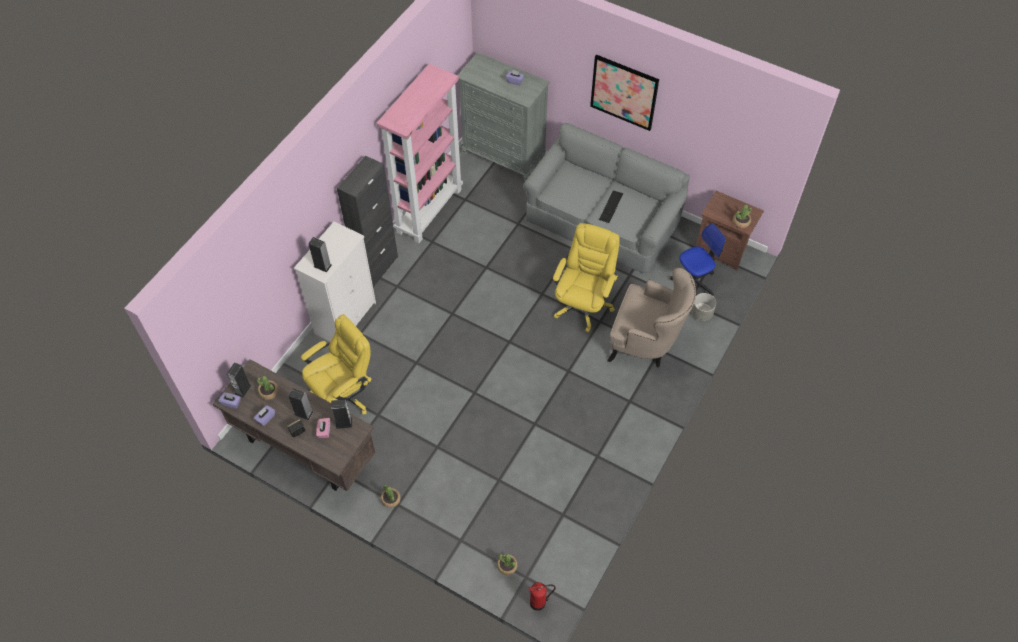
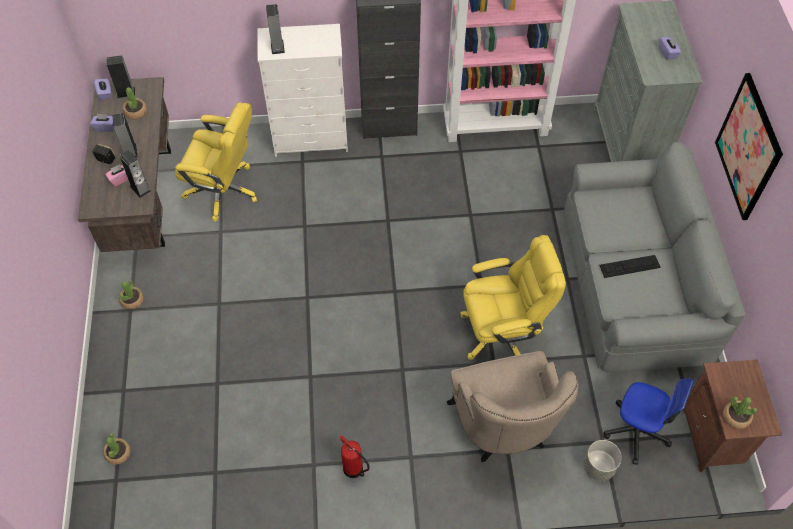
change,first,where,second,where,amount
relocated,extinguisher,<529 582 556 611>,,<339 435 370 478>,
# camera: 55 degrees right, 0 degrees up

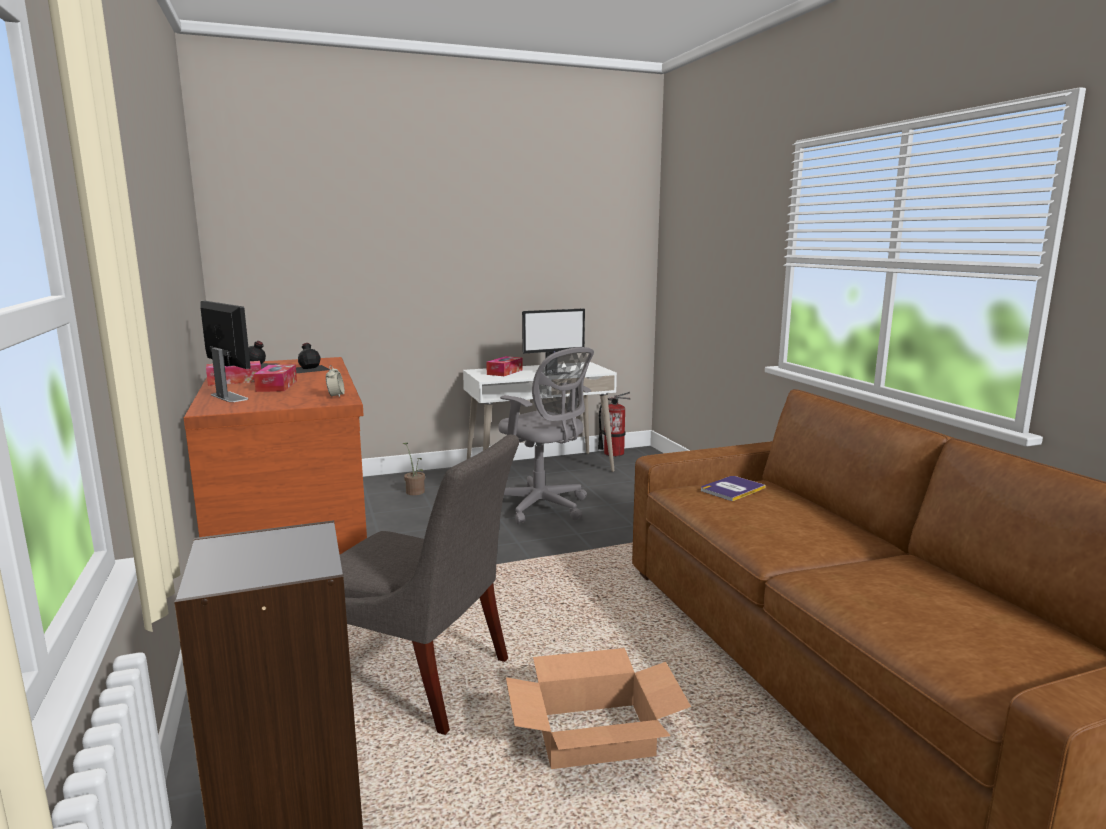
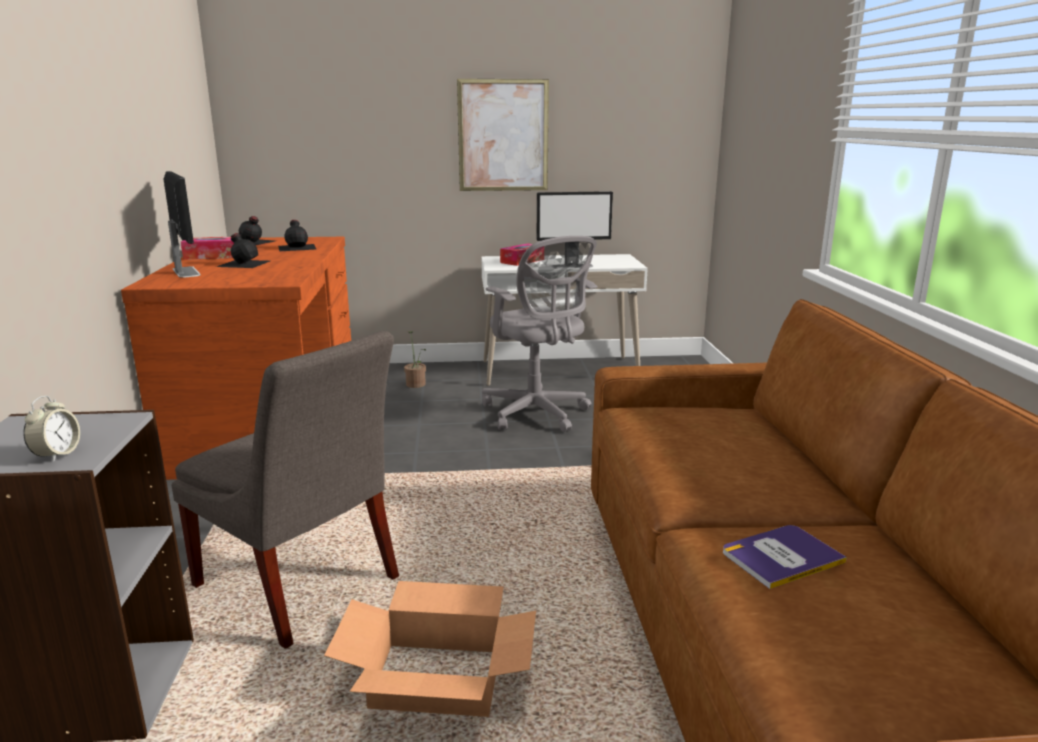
change,first,where,second,where,amount
missing,extinguisher,<598 392 630 457>,,,
appeared,,,wall picture,<457 79 549 191>,
relocated,alarm clock,<326 365 345 398>,,<23 396 80 462>,
relocated,book,<701 476 766 501>,,<723 525 847 589>,
exchanged,box of tissues,<254 364 297 392>,blackish beverage bottle,<217 233 270 268>,
# camera: 15 degrees right, 5 degrees up

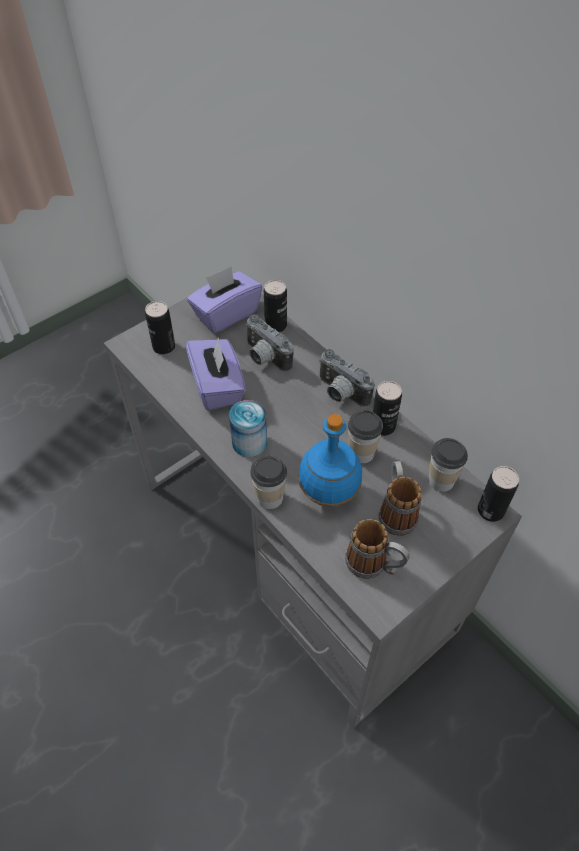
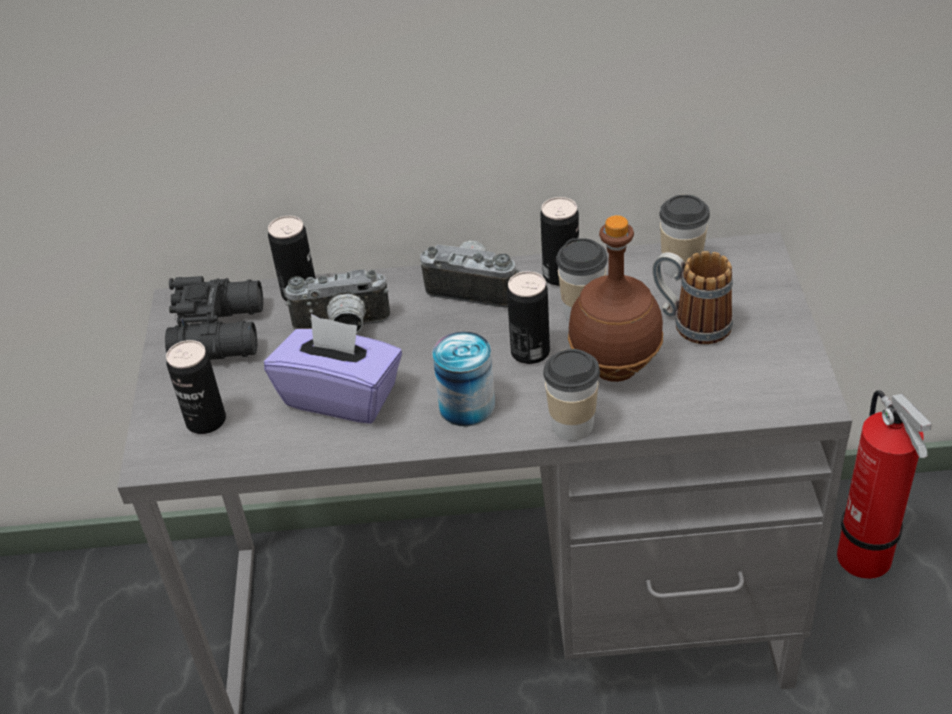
change,first,where,second,where,amount
missing,mug,<345 519 410 579>,,,
appeared,,,extinguisher,<837 390 931 579>,
relocated,can,<478 466 519 522>,,<507 271 550 364>,
exchanged,purple-coloured box of tissues,<187 266 262 333>,blackish field glasses,<165 276 263 360>,
colour,blue beverage bottle,<298 414 362 506>,brownish beverage bottle,<568 215 663 382>,
spun,photo camera,<319 349 375 407>,,<420 240 519 308>,150 degrees counterclockwise
# camera: 50 degrees left, 10 degrees down

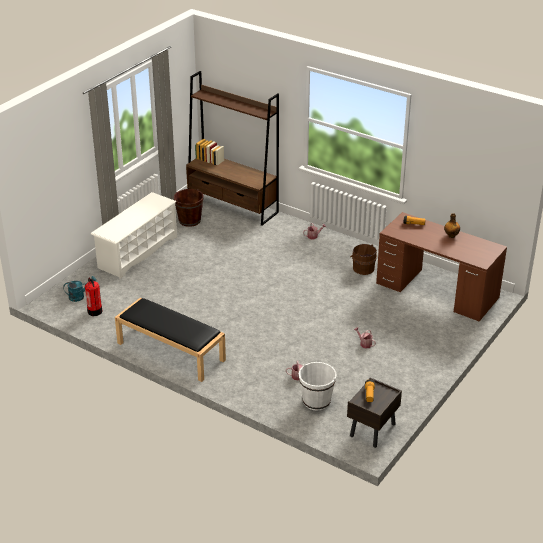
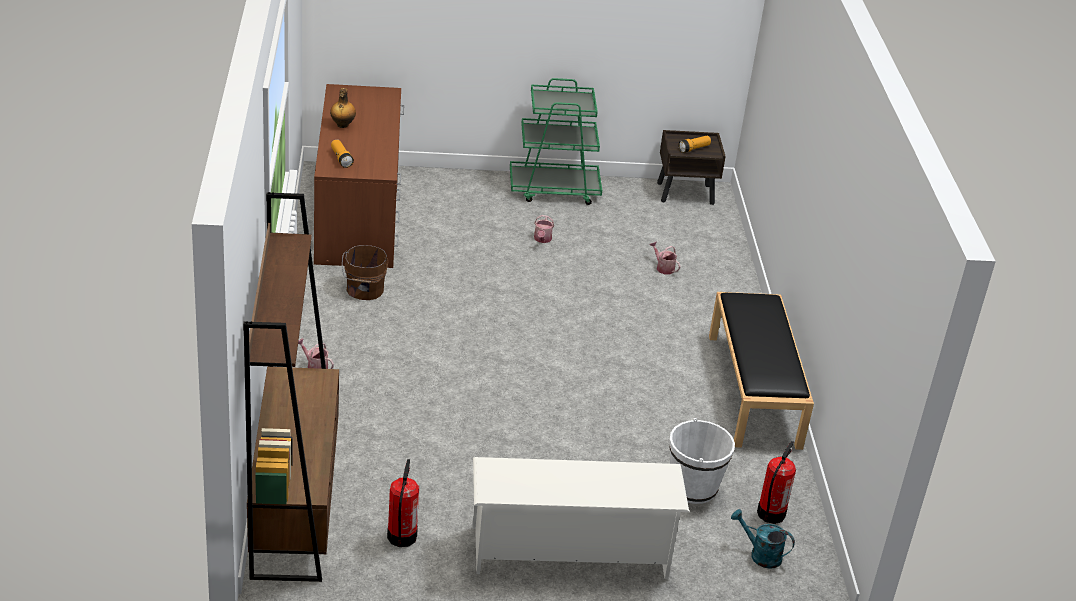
change,first,where,second,where,amount
appeared,,,green trolley,<510 78 602 205>,
relocated,whitish water bucket,<299 362 337 411>,,<670 418 735 504>,
exchanged,brownish water bucket,<174 189 204 227>,extinguisher,<387 459 419 547>,
# camera: 130 degrees left, 0 degrees up

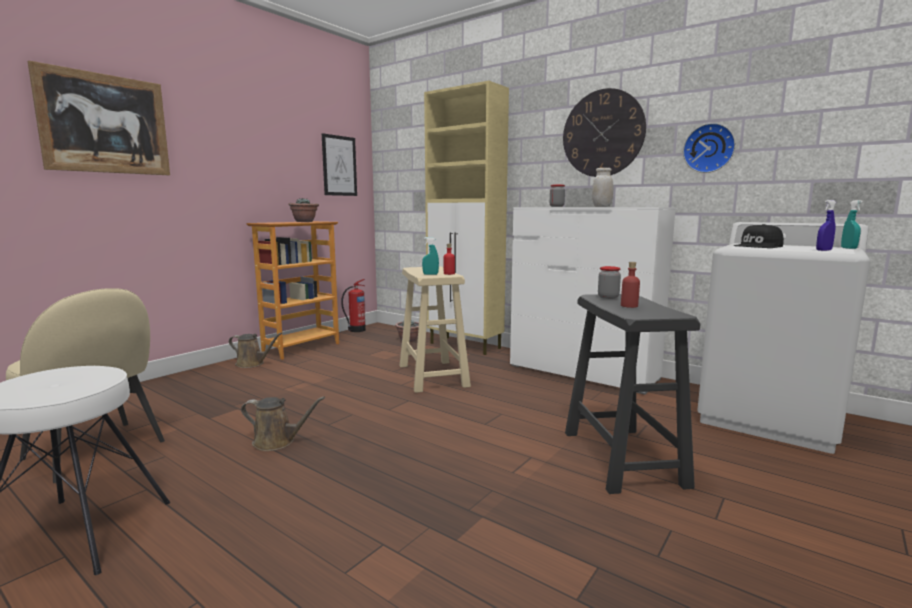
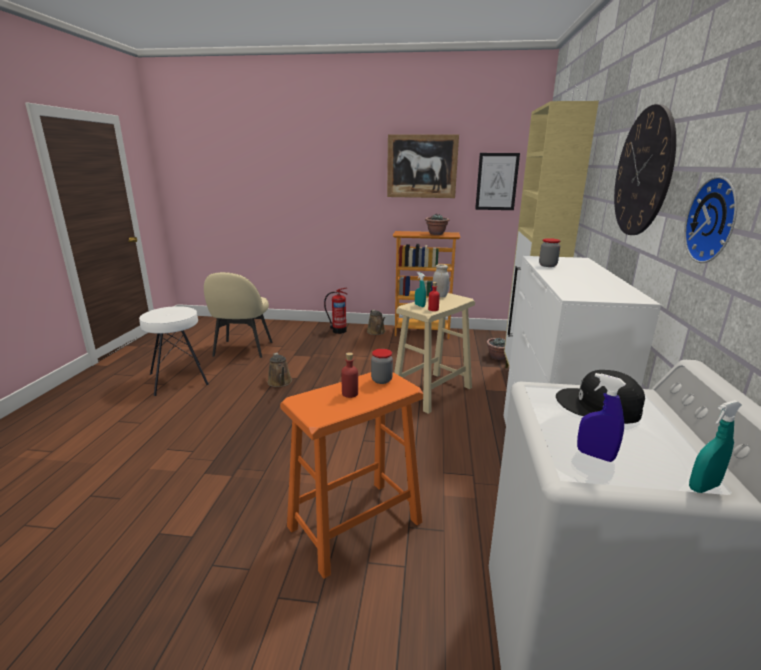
change,first,where,second,where,amount
relocated,wall picture,<27 61 170 175>,,<387 134 459 198>,
relocated,extinguisher,<341 279 366 332>,,<324 287 347 334>,
relocated,whitish storage jar,<592 168 613 207>,,<432 264 449 297>,
colour,blackish stool seat,<565 294 700 494>,orange stool seat,<280 372 423 579>,
# camera: 60 degrees right, 10 degrees up

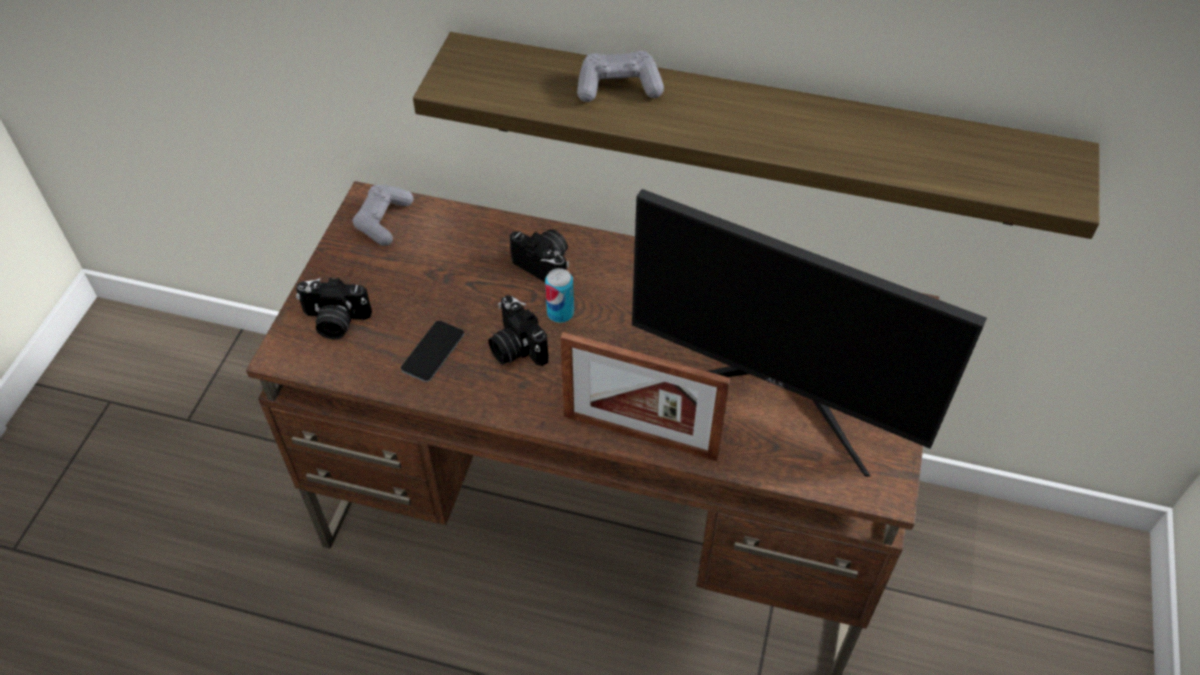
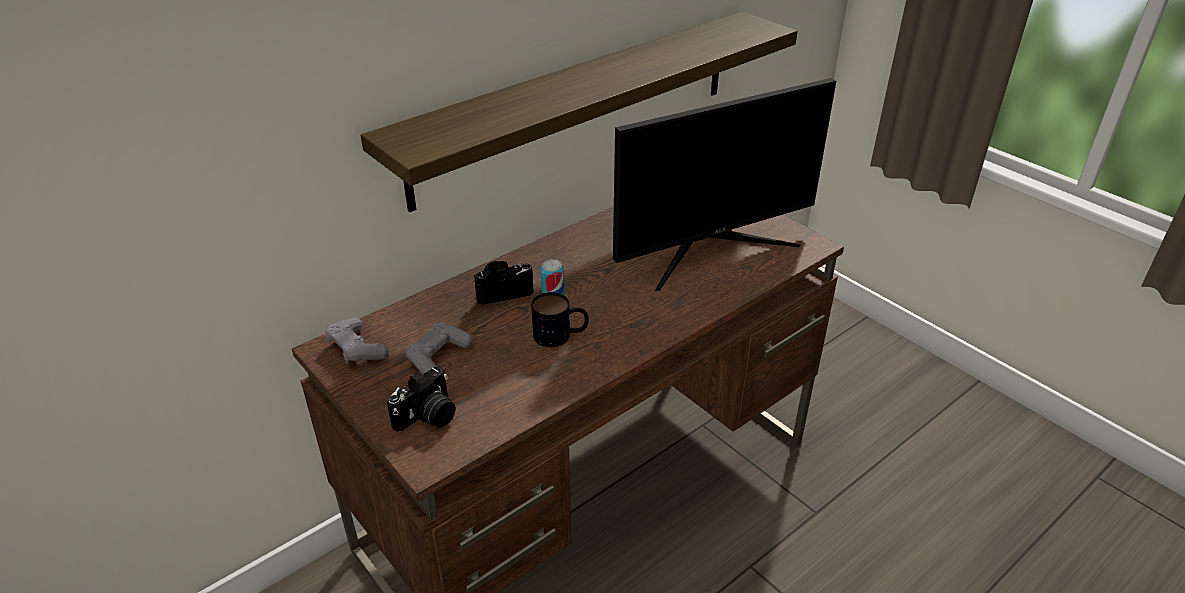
change,first,where,second,where,amount
missing,handset,<401 321 464 382>,,,
missing,picture frame,<560 332 731 461>,,,
relocated,greyish gamepad,<577 51 664 102>,,<406 322 473 375>,
exchanged,photo camera,<488 295 548 366>,mug,<531 292 589 347>,
# camera: 55 degrees left, 15 degrees down

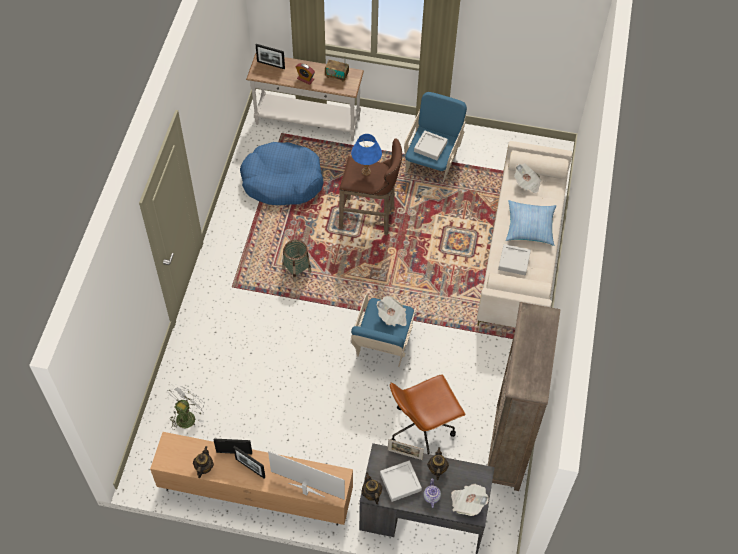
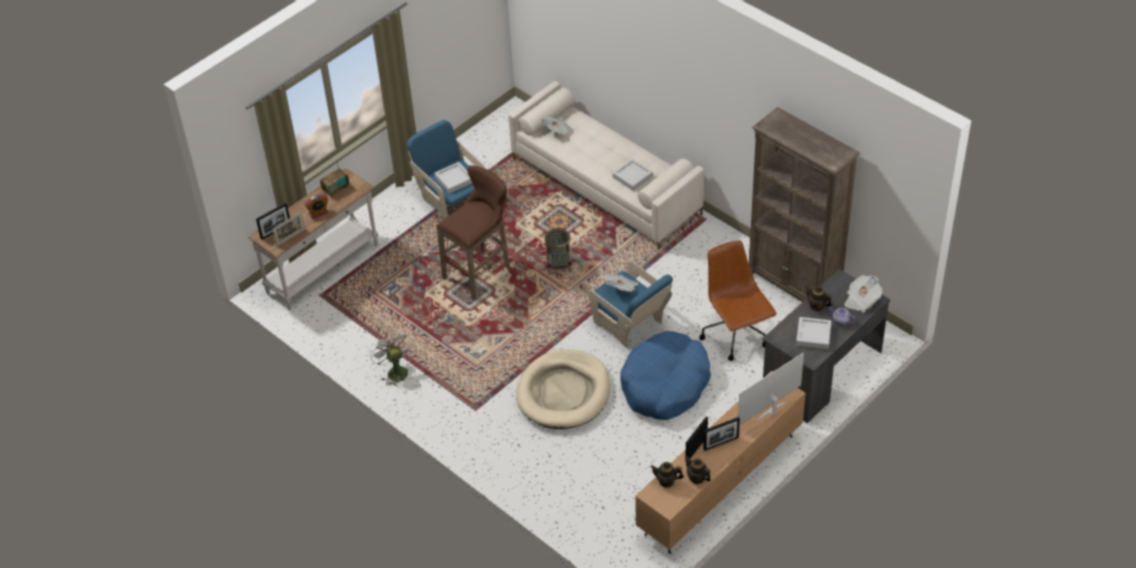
change,first,where,second,where,amount
missing,blue tabletop lamp,<351 134 382 176>,,,
missing,cushion,<506 200 556 246>,,,
appeared,,,sand-coloured dog bed,<516 349 610 429>,
relocated,whitish fan,<167 384 208 430>,,<369 329 413 387>,
relocated,blue dog bed,<240 142 323 205>,,<620 331 711 420>,
relocated,storage basket,<282 240 311 282>,,<545 228 572 275>,
relocated,tea pot,<361 473 382 505>,,<651 462 684 488>,
relocated,picture frame,<388 439 424 460>,,<273 212 305 246>,
spun,brownish computer chair,<390 374 465 454>,,<699 240 777 361>,150 degrees clockwise
# camera: 55 degrees left, 10 degrees down

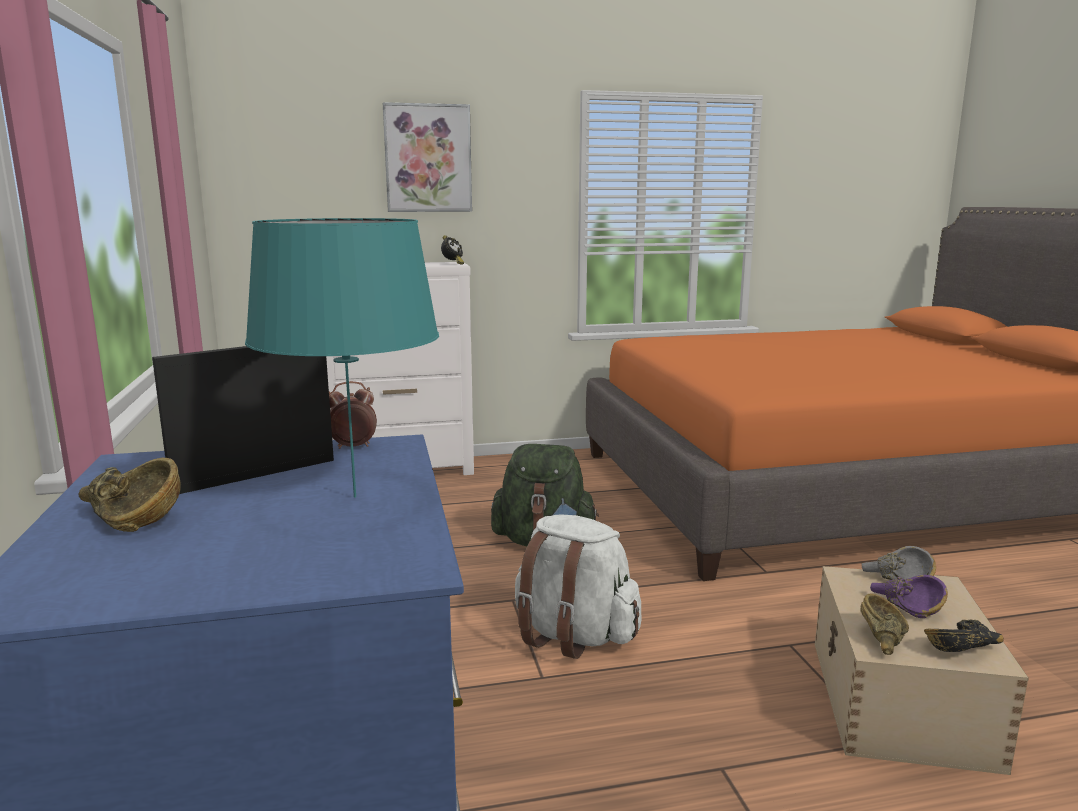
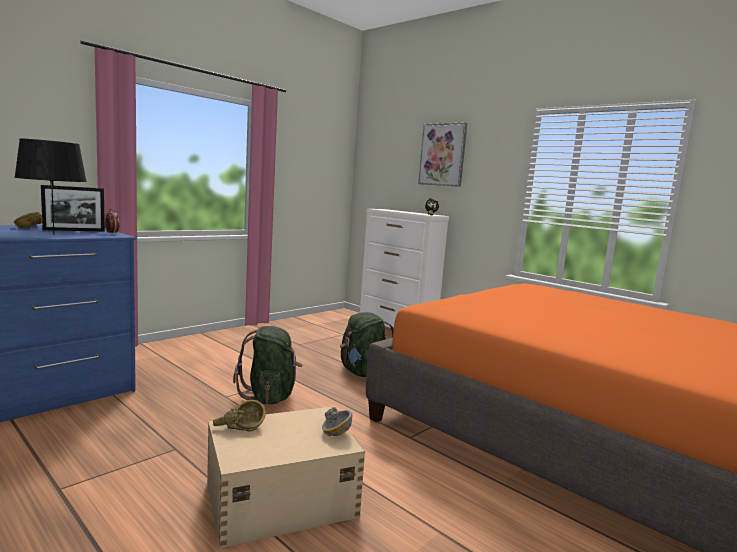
change,first,where,second,where,amount
missing,purple-coloured serving bowl,<870 575 948 618>,,,
missing,blackish serving bowl,<924 619 1004 652>,,,
colour,blue-green tabletop lamp,<245 218 439 498>,blackish tabletop lamp,<14 139 87 235>,
colour,whitish backpack,<515 514 641 659>,green backpack,<233 326 303 405>,
spun,picture frame,<152 346 334 494>,,<41 185 105 232>,135 degrees clockwise
# camera: 55 degrees right, 5 degrees down

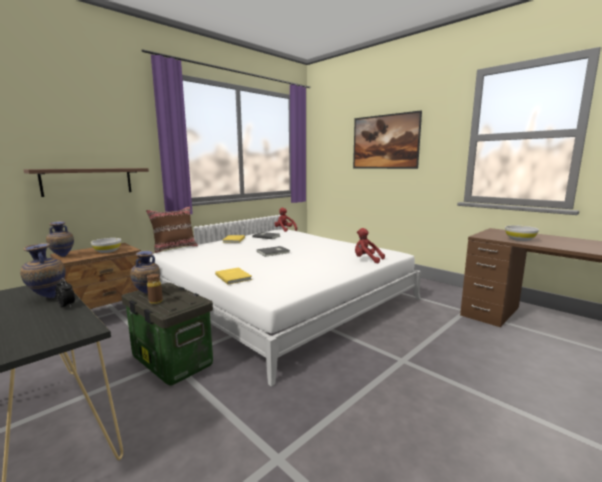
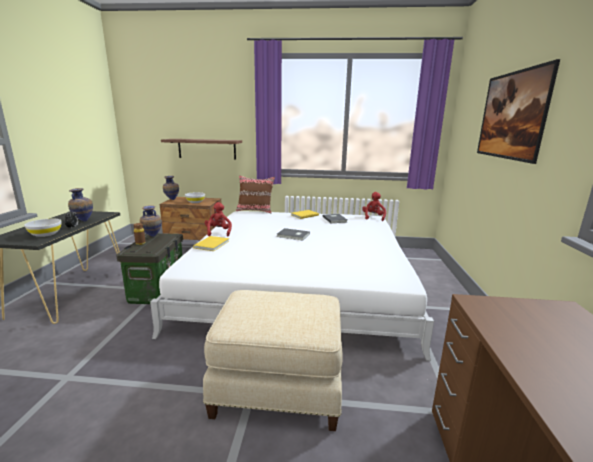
change,first,where,second,where,amount
appeared,,,sand-coloured ottoman,<203 290 343 431>,
relocated,red-coloured soft toy,<355 228 385 263>,,<205 202 232 236>,
relocated,whitish serving bowl,<505 225 539 241>,,<24 219 61 237>,
# camera: 50 degrees right, 5 degrees up

